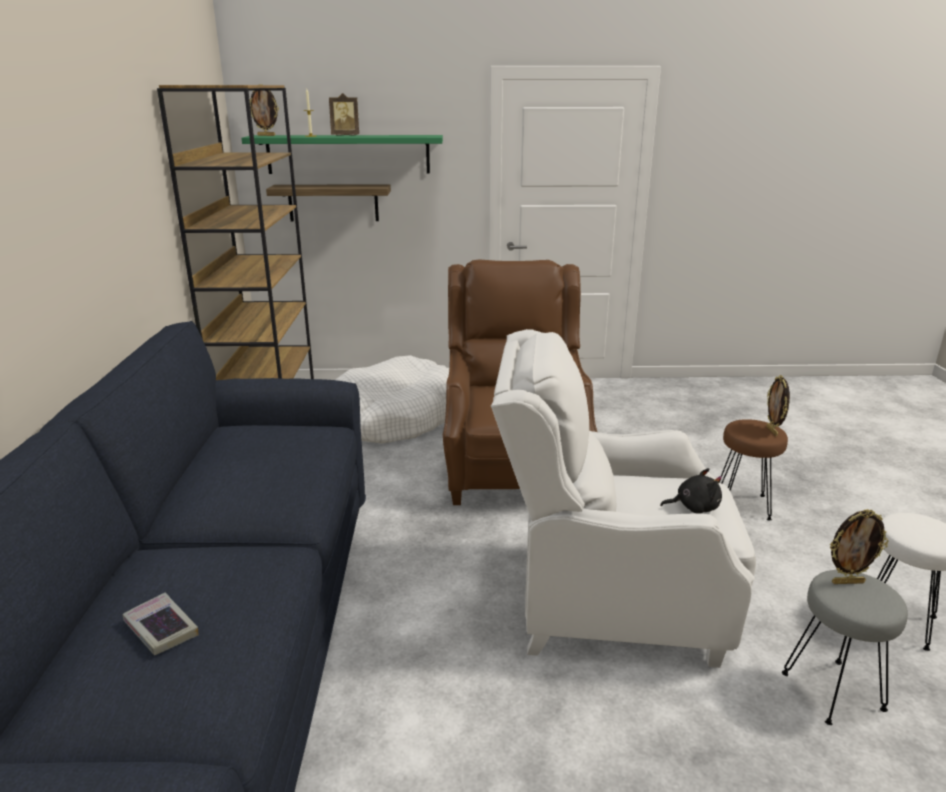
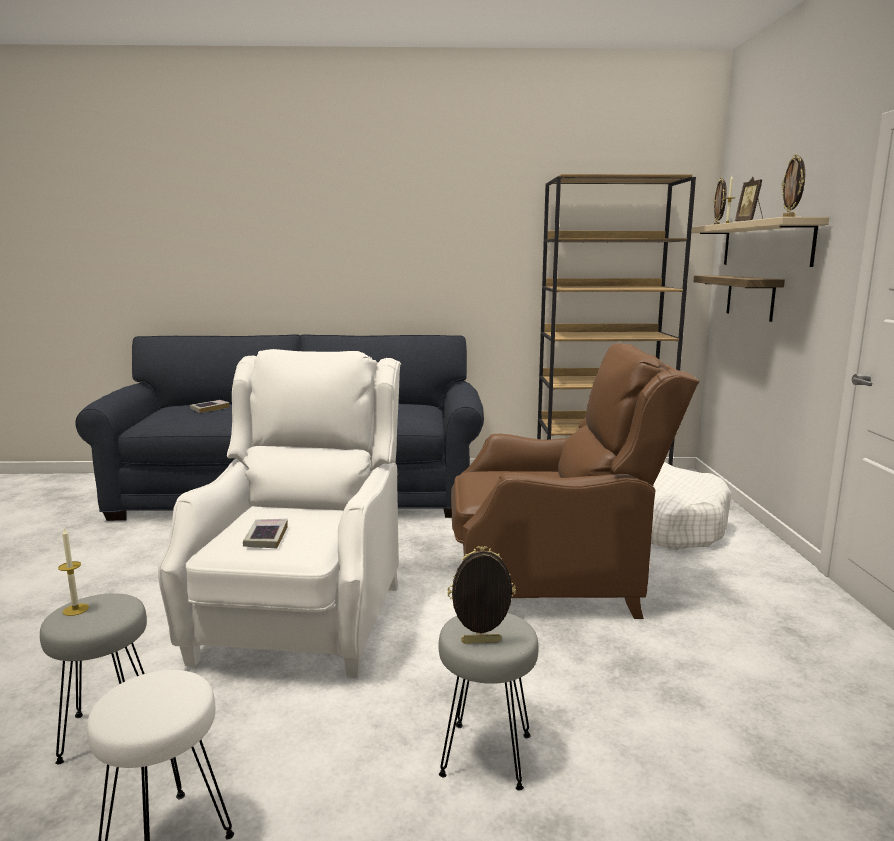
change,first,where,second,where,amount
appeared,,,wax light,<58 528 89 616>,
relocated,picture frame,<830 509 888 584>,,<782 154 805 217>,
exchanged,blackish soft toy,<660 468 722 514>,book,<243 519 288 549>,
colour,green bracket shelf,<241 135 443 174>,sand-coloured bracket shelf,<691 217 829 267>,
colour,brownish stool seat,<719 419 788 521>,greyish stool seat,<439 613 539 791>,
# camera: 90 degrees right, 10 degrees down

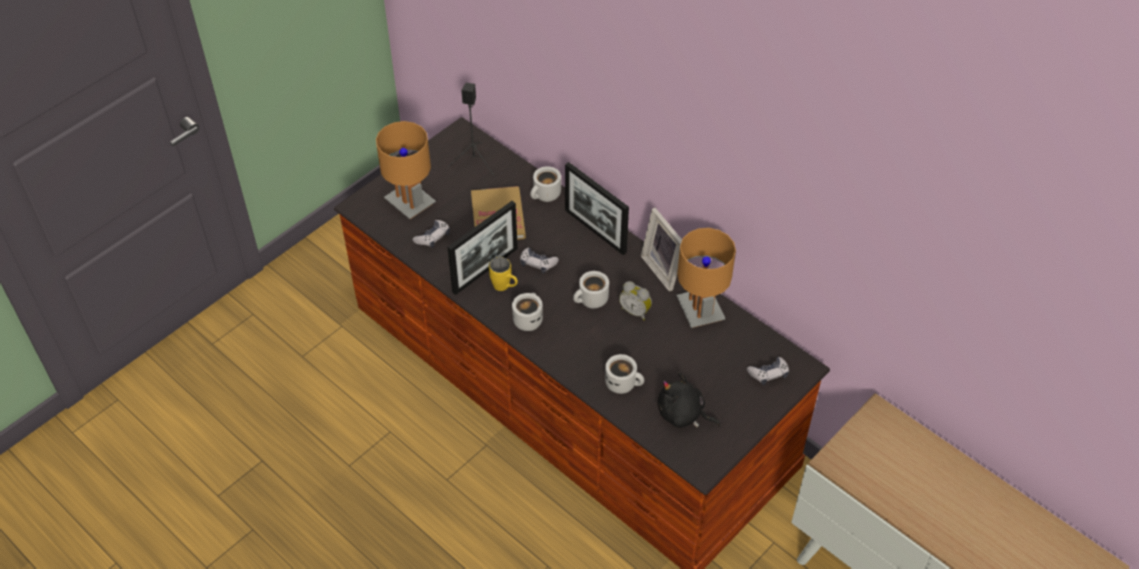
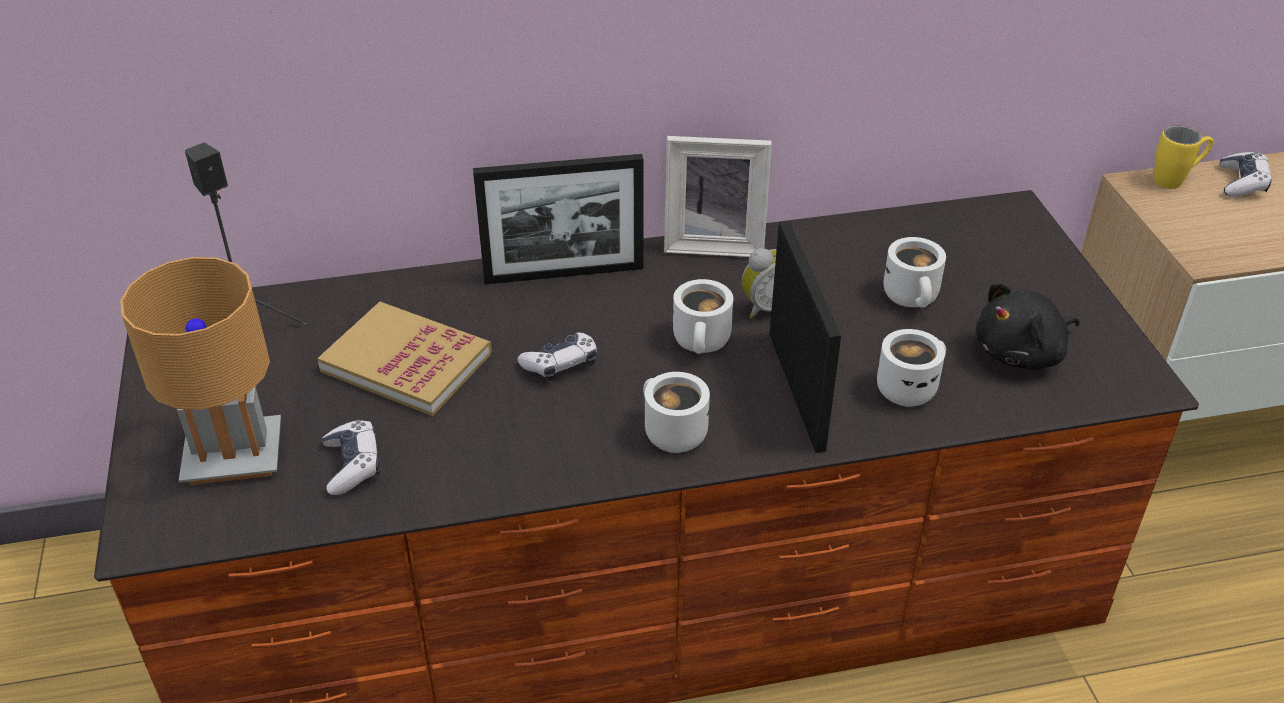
change,first,where,second,where,amount
missing,brownish tabletop lamp,<676 228 736 328>,,,
relocated,picture frame,<447 201 518 295>,,<770 221 841 453>,
relocated,yellowish mug,<489 257 518 291>,,<1154 125 1213 189>,
relocated,whitish mug,<530 166 561 202>,,<883 237 946 308>,
relocated,gamepad,<747 357 789 385>,,<1220 151 1272 197>,
# camera: 55 degrees left, 10 degrees down

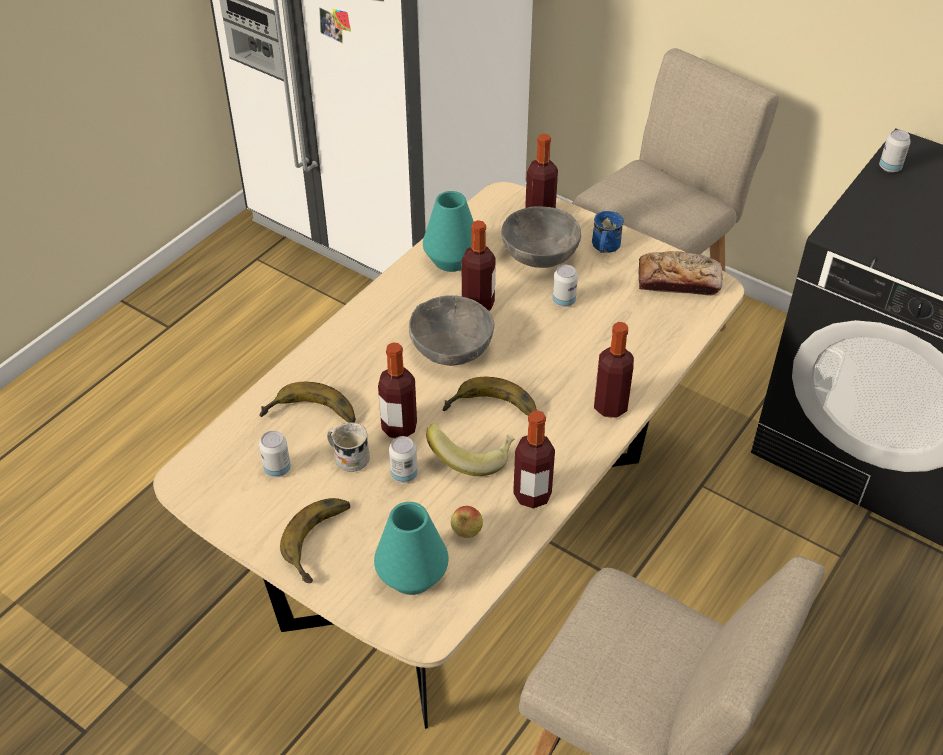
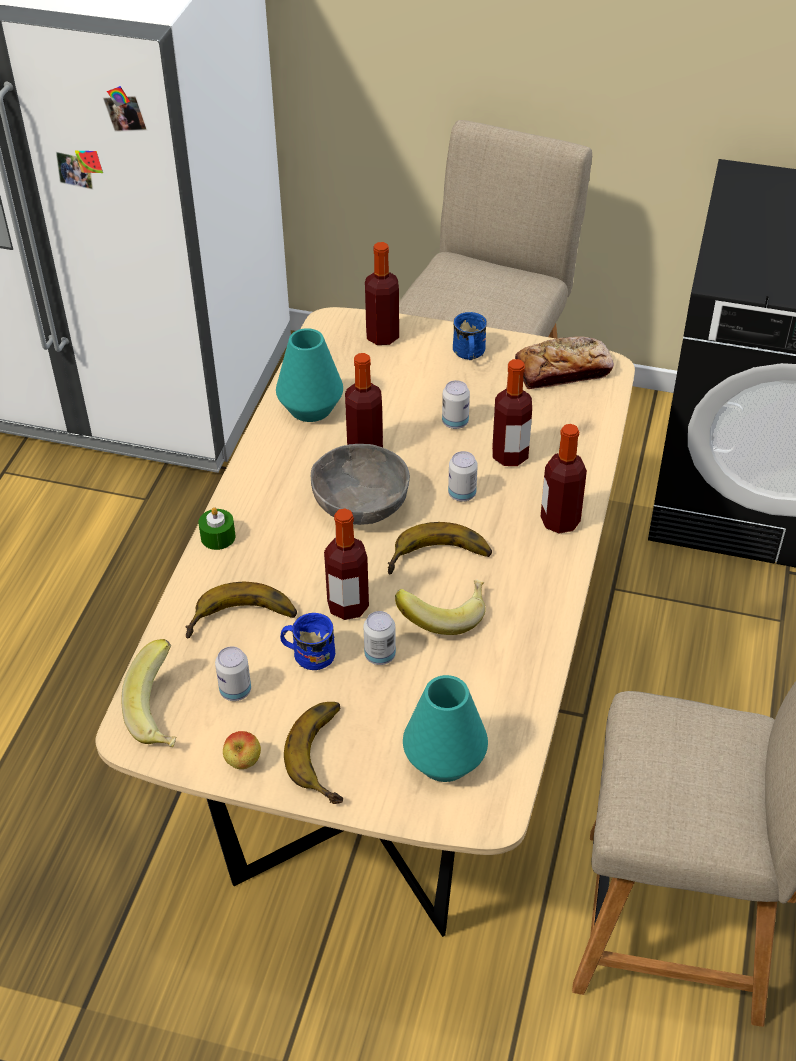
change,first,where,second,where,amount
missing,greyish serving bowl,<501 207 581 268>,,,
appeared,,,banana,<122 639 176 747>,
appeared,,,green wax light,<198 507 235 550>,
relocated,apple,<451 506 483 538>,,<223 731 261 769>,
relocated,beverage bottle,<513 410 555 509>,,<492 359 532 466>,
relocated,can,<879 130 911 173>,,<448 451 478 502>,
colour,whitish mug,<327 423 370 472>,blue mug,<280 613 335 670>,
# camera: 20 degrees left, 0 degrees up

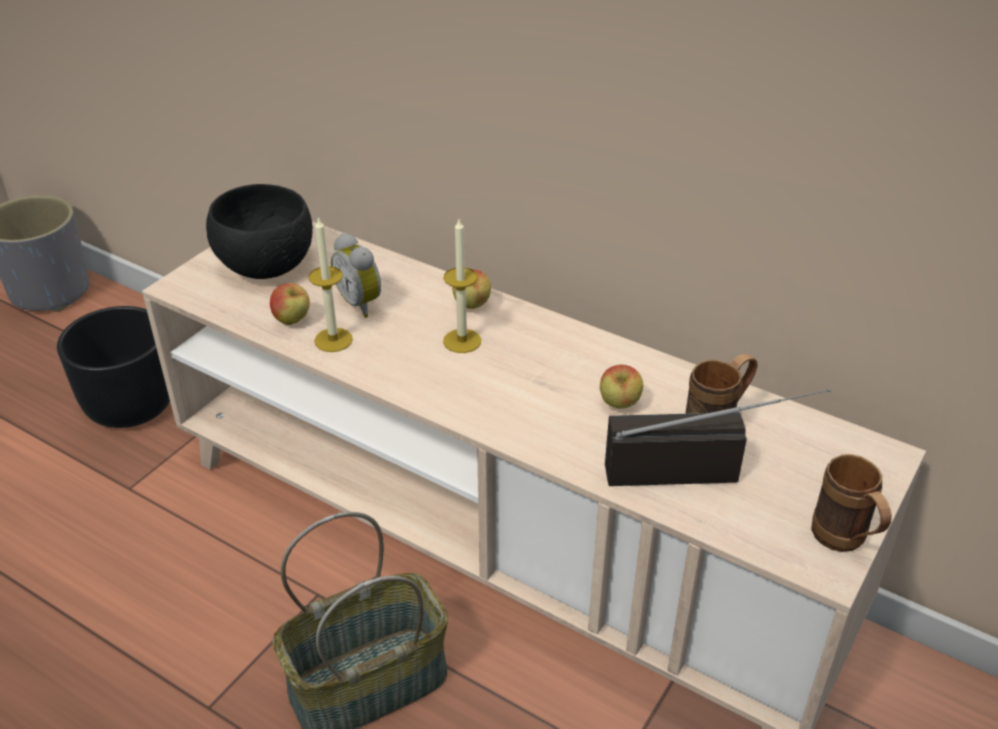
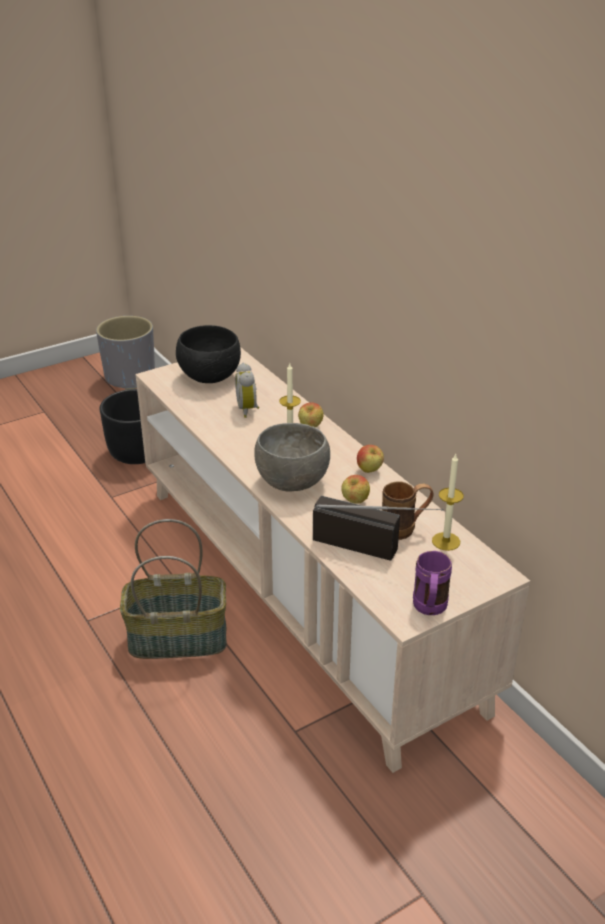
change,first,where,second,where,amount
appeared,,,greyish serving bowl,<254 423 330 492>,
relocated,apple,<270 283 310 325>,,<357 445 384 473>,
relocated,wax light,<308 216 353 352>,,<432 454 464 551>,
colour,brownish mug,<811 454 892 552>,purple-coloured mug,<413 551 452 615>,
# camera: 25 degrees right, 5 degrees down

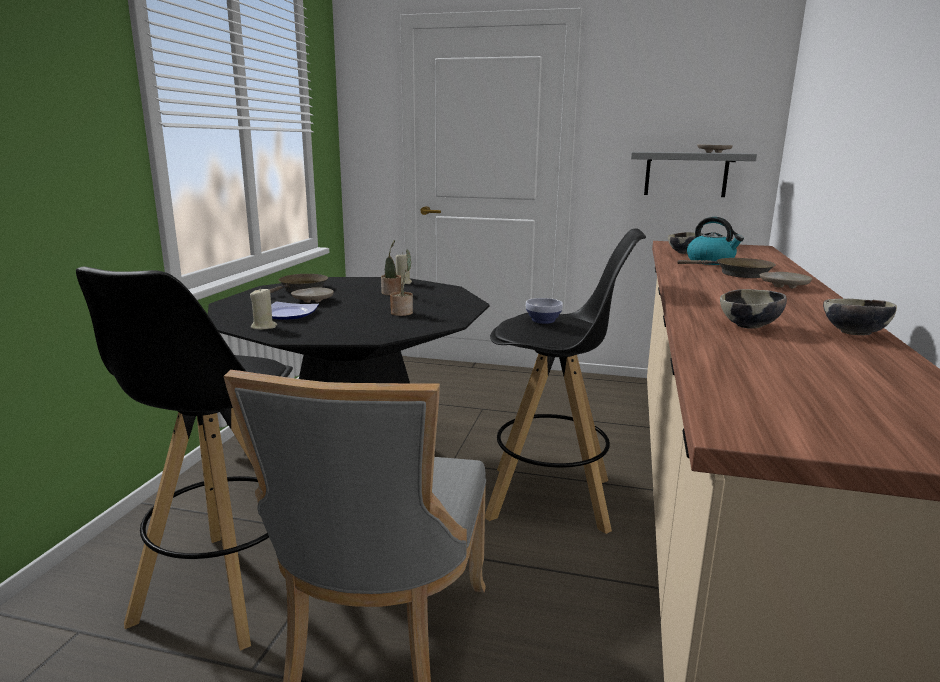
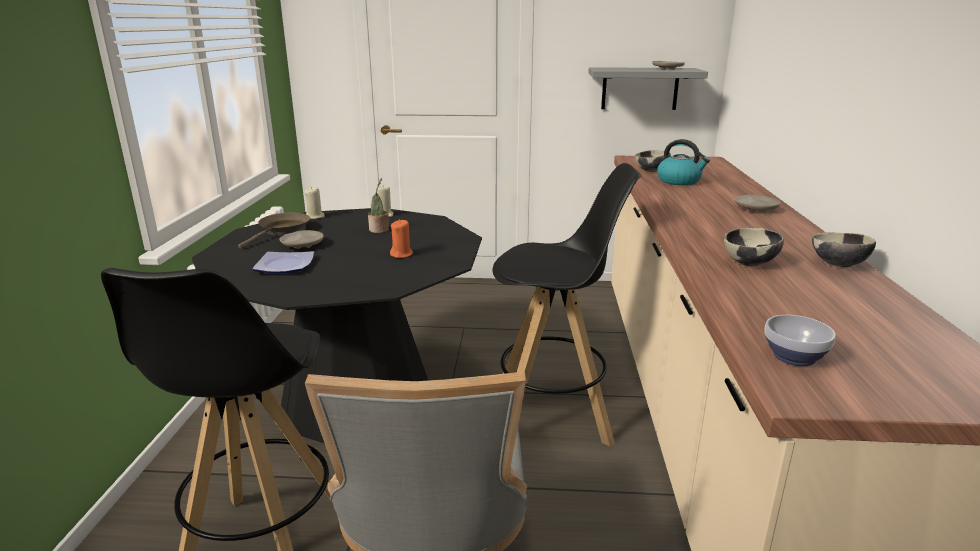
change,first,where,second,where,amount
missing,brownish skillet,<677 258 776 278>,,,
relocated,sand-coloured wax light,<250 287 277 330>,,<305 187 325 219>,
relocated,serving bowl,<526 298 563 324>,,<764 315 836 366>,
exchanged,houseplant,<390 249 413 316>,orange wax light,<390 220 413 258>,
# camera: 10 degrees left, 5 degrees up

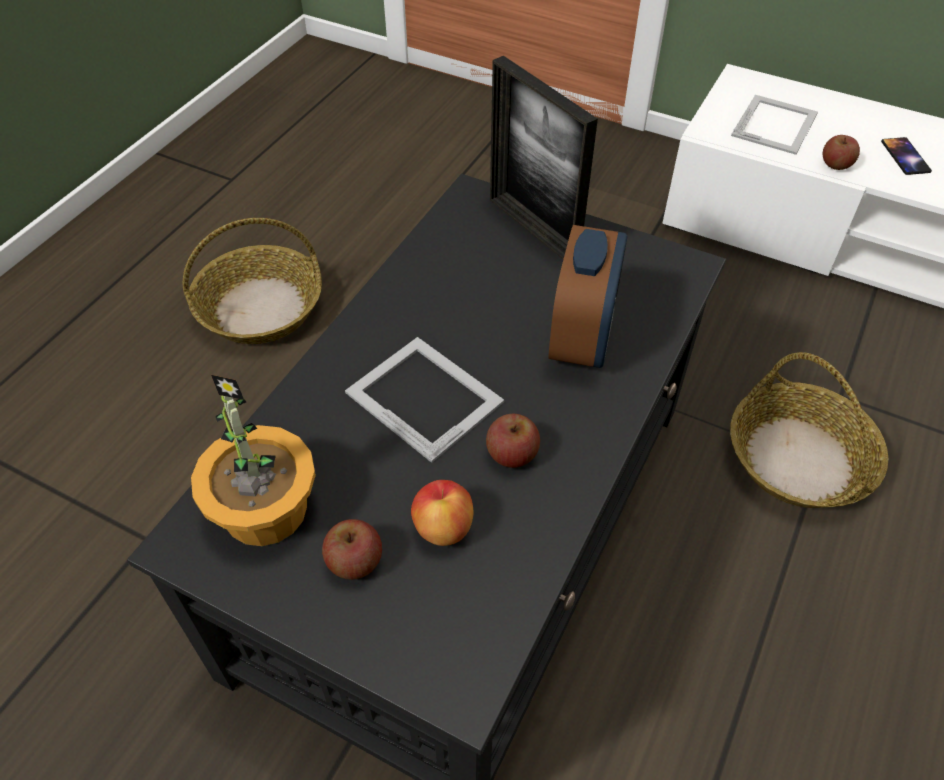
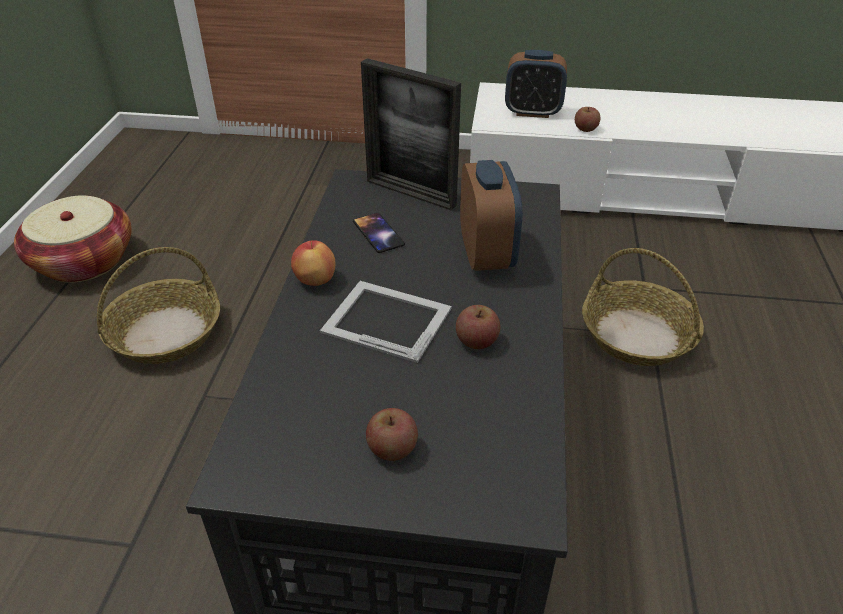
change,first,where,second,where,amount
missing,houseplant,<191 375 316 546>,,,
appeared,,,storage basket,<14 195 132 283>,
relocated,apple,<411 480 473 546>,,<291 240 335 286>,
relocated,handset,<881 137 932 175>,,<353 213 405 253>,
exchanged,picture frame,<731 95 818 155>,alarm clock,<505 50 567 118>,
# camera: 20 degrees left, 10 degrees down

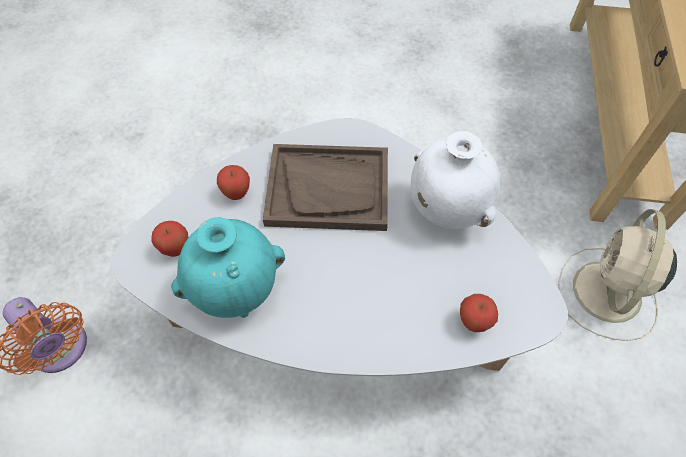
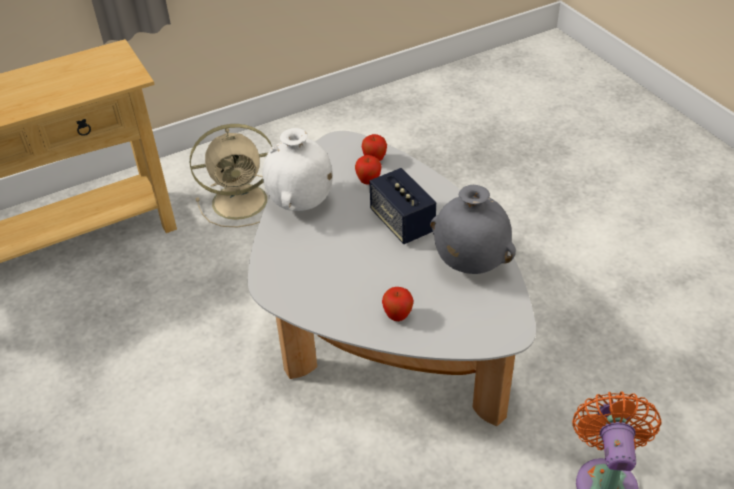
change,first,where,second,where,amount
missing,brownish tray,<263 144 388 231>,,,
appeared,,,speaker,<369 168 436 244>,
relocated,apple,<151 221 188 257>,,<355 155 382 185>,
colour,blue-green decorative vase,<171 217 285 318>,greyish decorative vase,<430 185 516 274>,
# camera: 125 degrees left, 15 degrees down

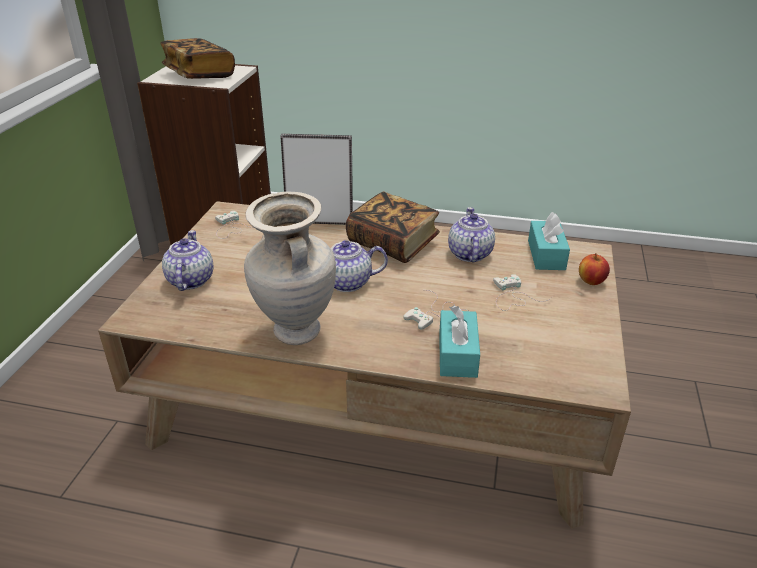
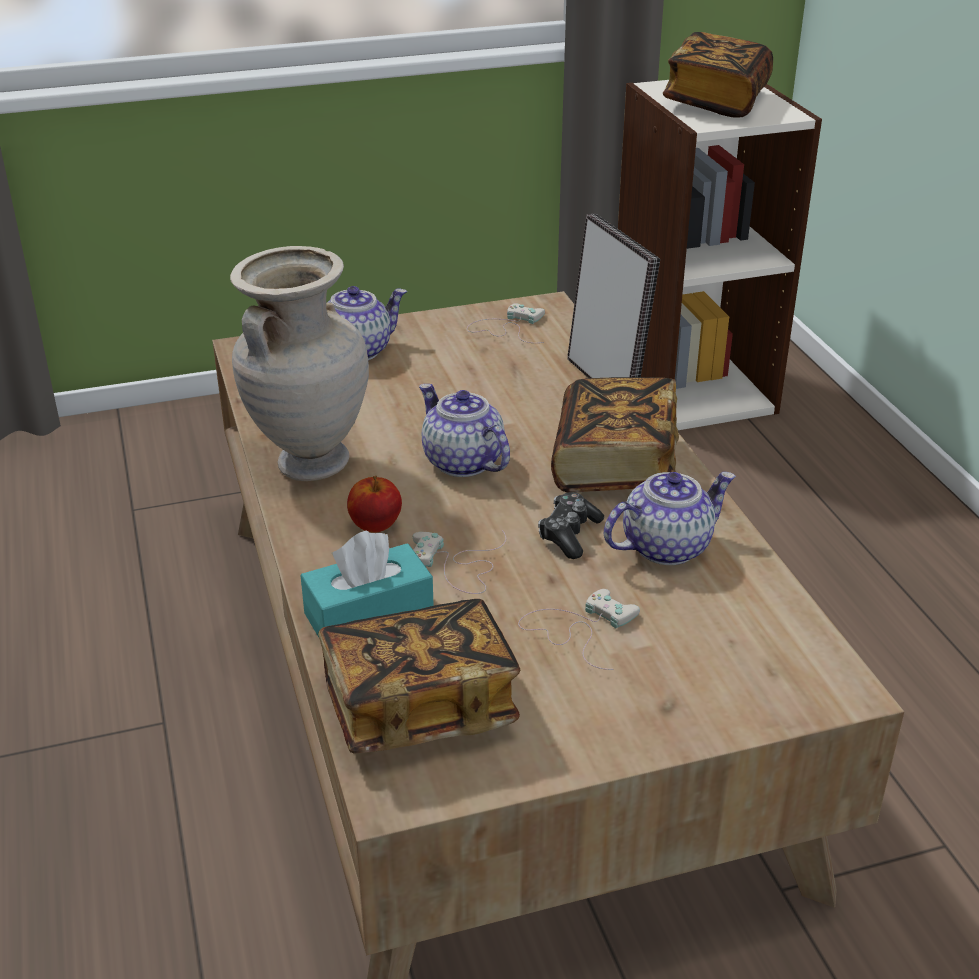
change,first,where,second,where,amount
missing,blue-green box of tissues,<528 212 570 270>,,,
appeared,,,book,<318 599 520 753>,
appeared,,,gamepad,<538 492 604 559>,
relocated,apple,<579 253 610 285>,,<347 476 402 533>,
# camera: 60 degrees right, 0 degrees up

